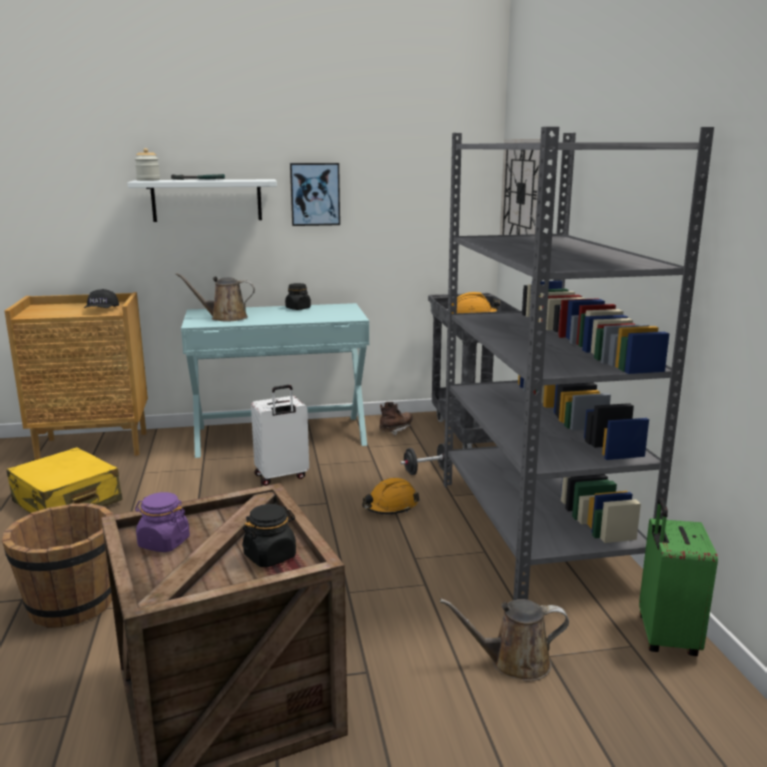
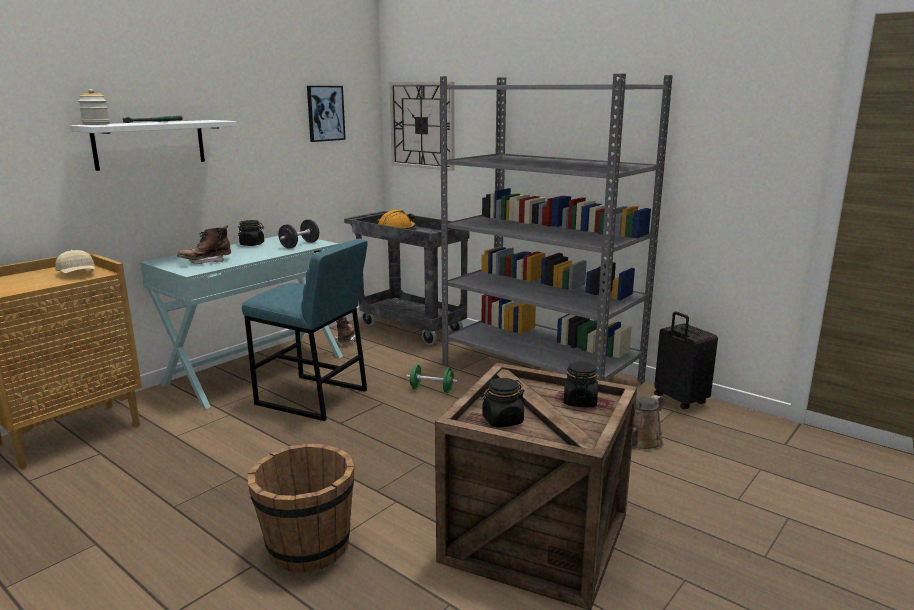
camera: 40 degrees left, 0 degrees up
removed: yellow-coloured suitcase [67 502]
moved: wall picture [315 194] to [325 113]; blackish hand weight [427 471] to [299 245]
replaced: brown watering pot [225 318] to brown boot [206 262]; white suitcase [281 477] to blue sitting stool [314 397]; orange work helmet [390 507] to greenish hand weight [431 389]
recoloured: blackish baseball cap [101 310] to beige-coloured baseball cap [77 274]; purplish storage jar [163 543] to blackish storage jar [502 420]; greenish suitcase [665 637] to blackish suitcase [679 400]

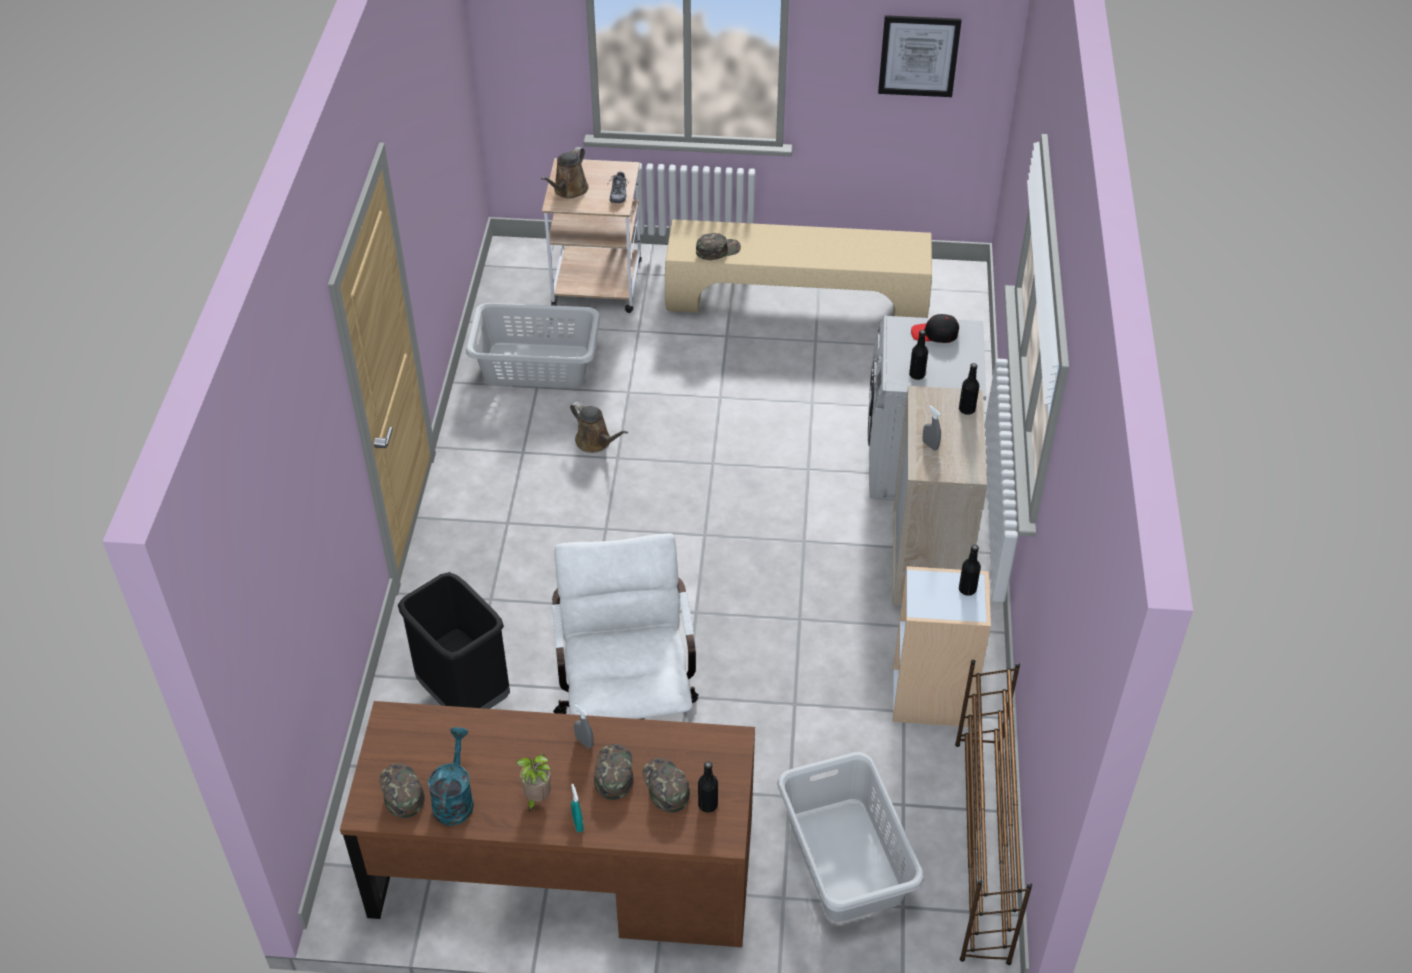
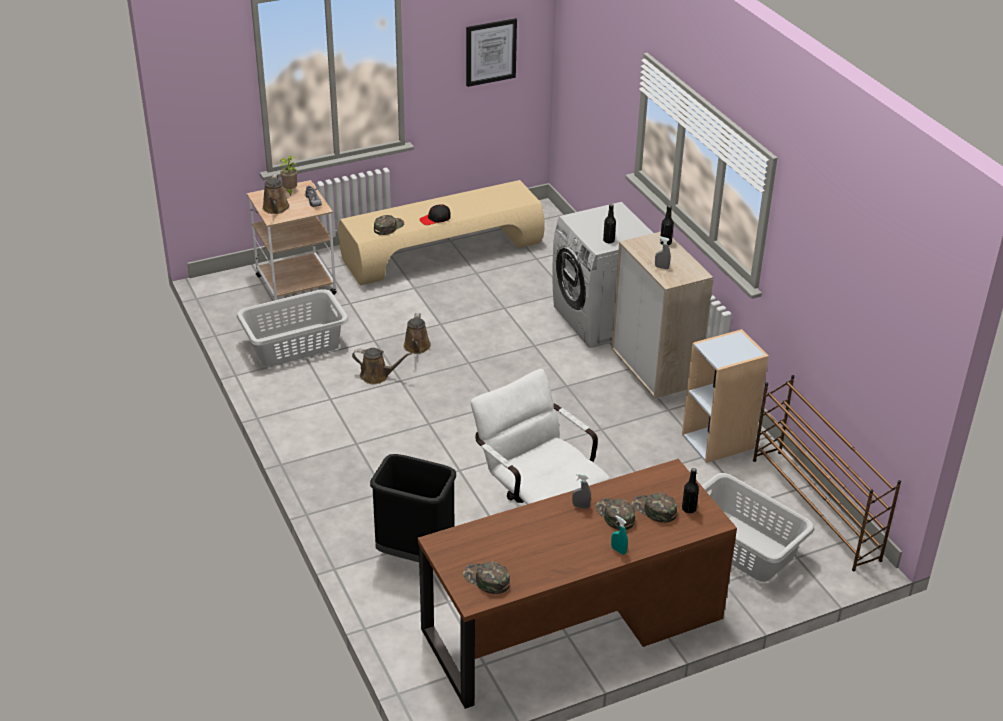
camera: 30 degrees left, 10 degrees down
removed: turquoise watering pot [454 798]; blackish bottle [967 589]
added: brown watering pot [417 347]
moved: potted plant [536 798] to [290 191]; blackish baseball cap [935 334] to [435 219]

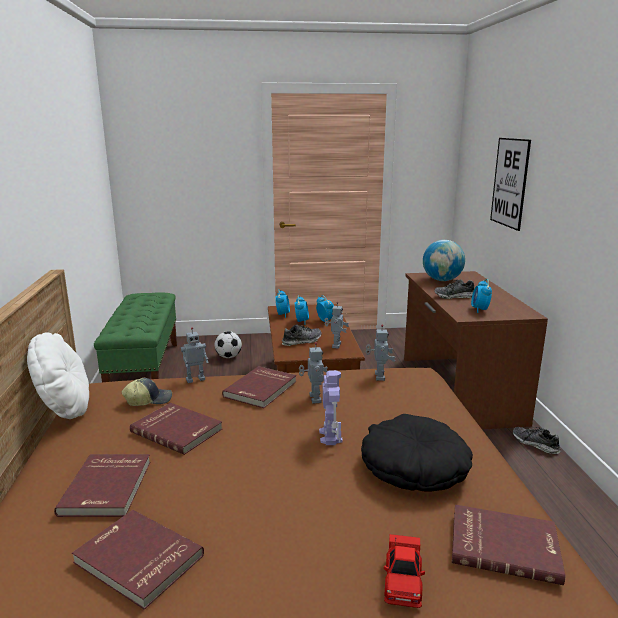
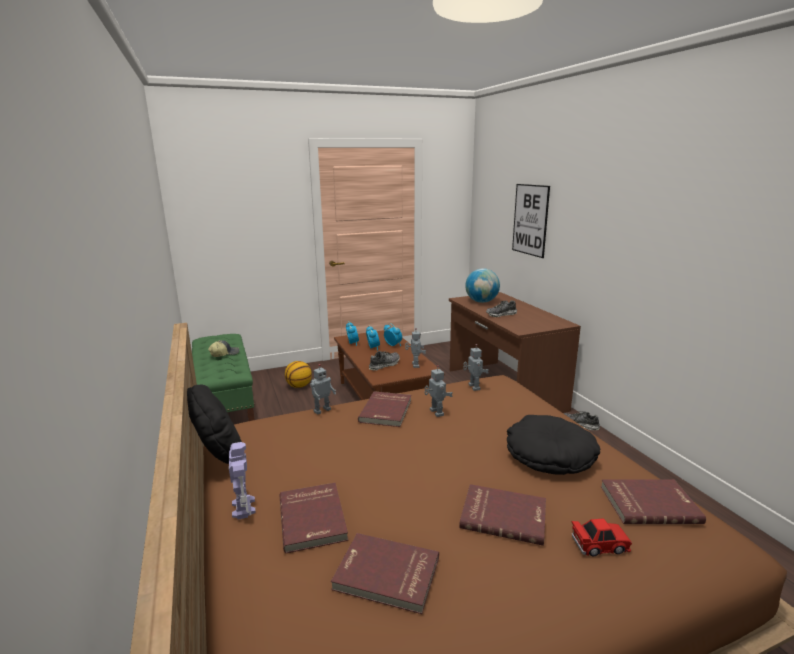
camera: 15 degrees left, 0 degrees up
removed: bedside clock [479 310]
moved: baseball cap [149 400] to [224 354]; red volume [178 430] to [503 515]; robot figure [330 435] to [243 507]
replaced: football ball [228 357] to basketball ball [299 386]
recoloured: white pillow [65 411] to blackish pillow [218 457]
turned: red model car [403 581] = [599 545] 90 degrees counterclockwise

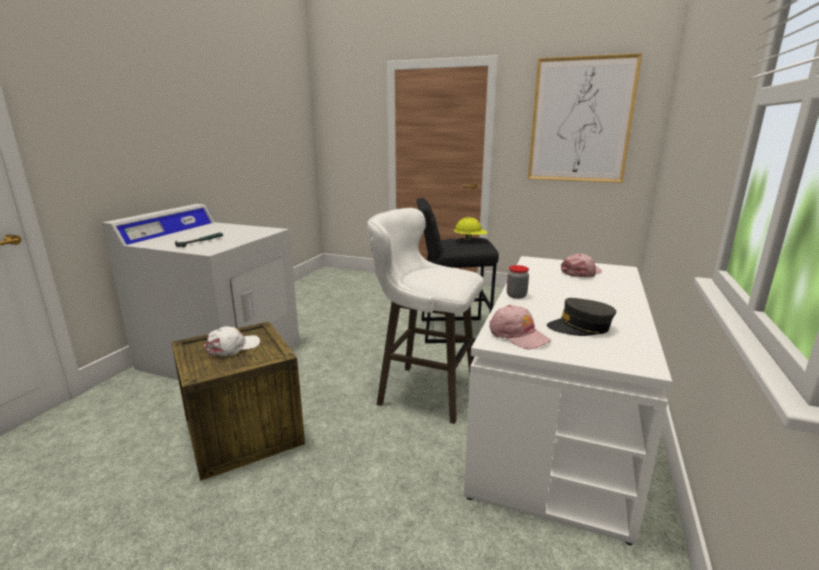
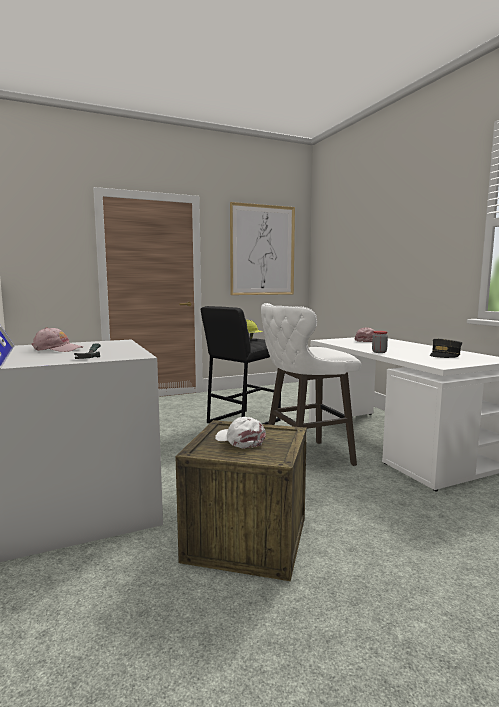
camera: 45 degrees left, 10 degrees down
moved: pink-coloured baseball cap [518 335] to [57 349]
turned: white baseball cap [233 347] = [240 440] 45 degrees counterclockwise

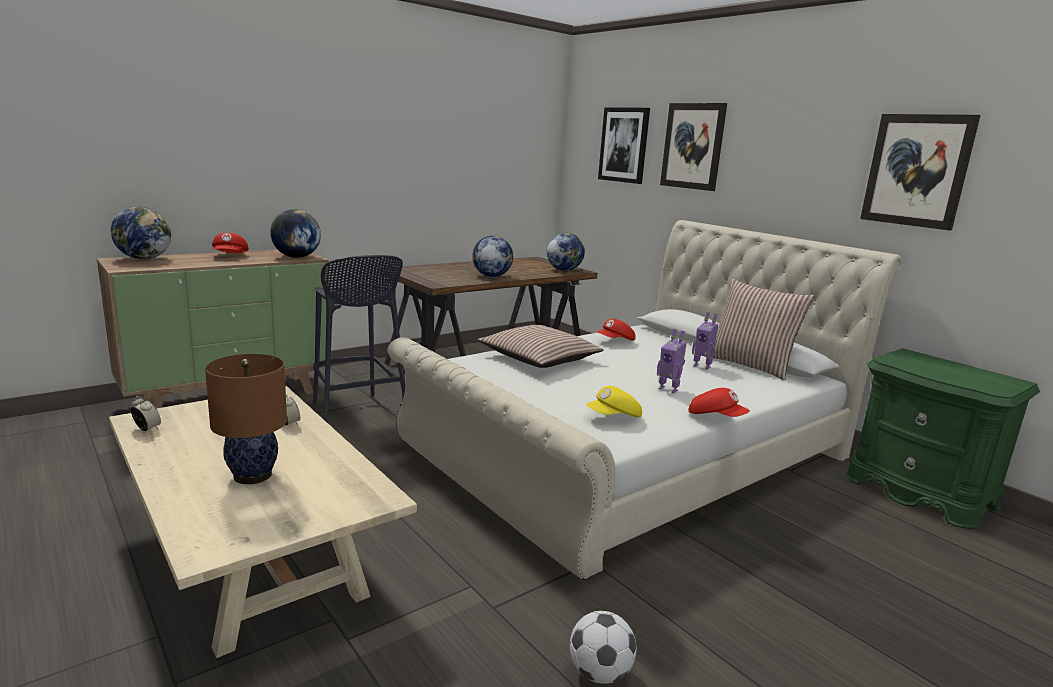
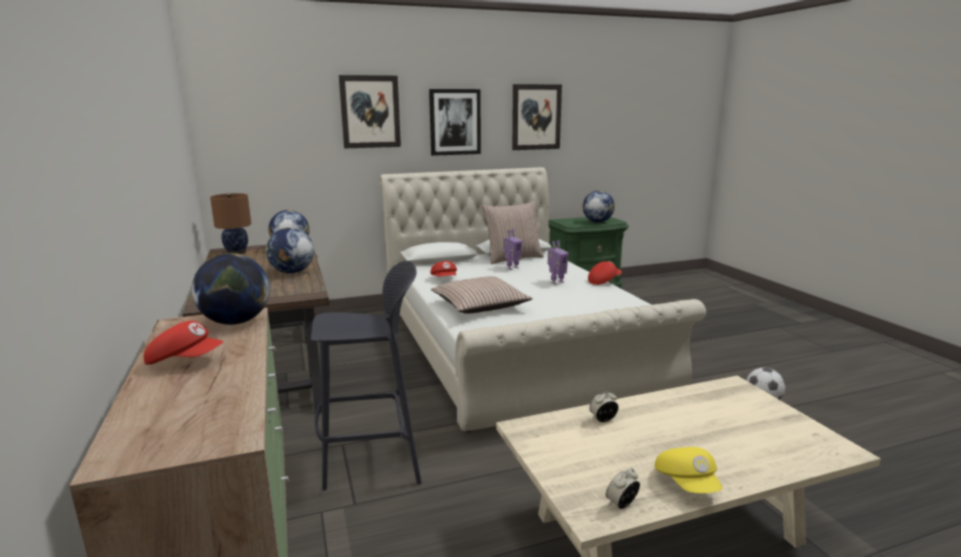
camera: 70 degrees left, 0 degrees up
moved: globe [144 258] to [597 222]; brown tabletop lamp [252 475] to [236 252]; yellow-coloured baseball cap [614 417] to [687 483]; wall picture [624 145] to [455 122]

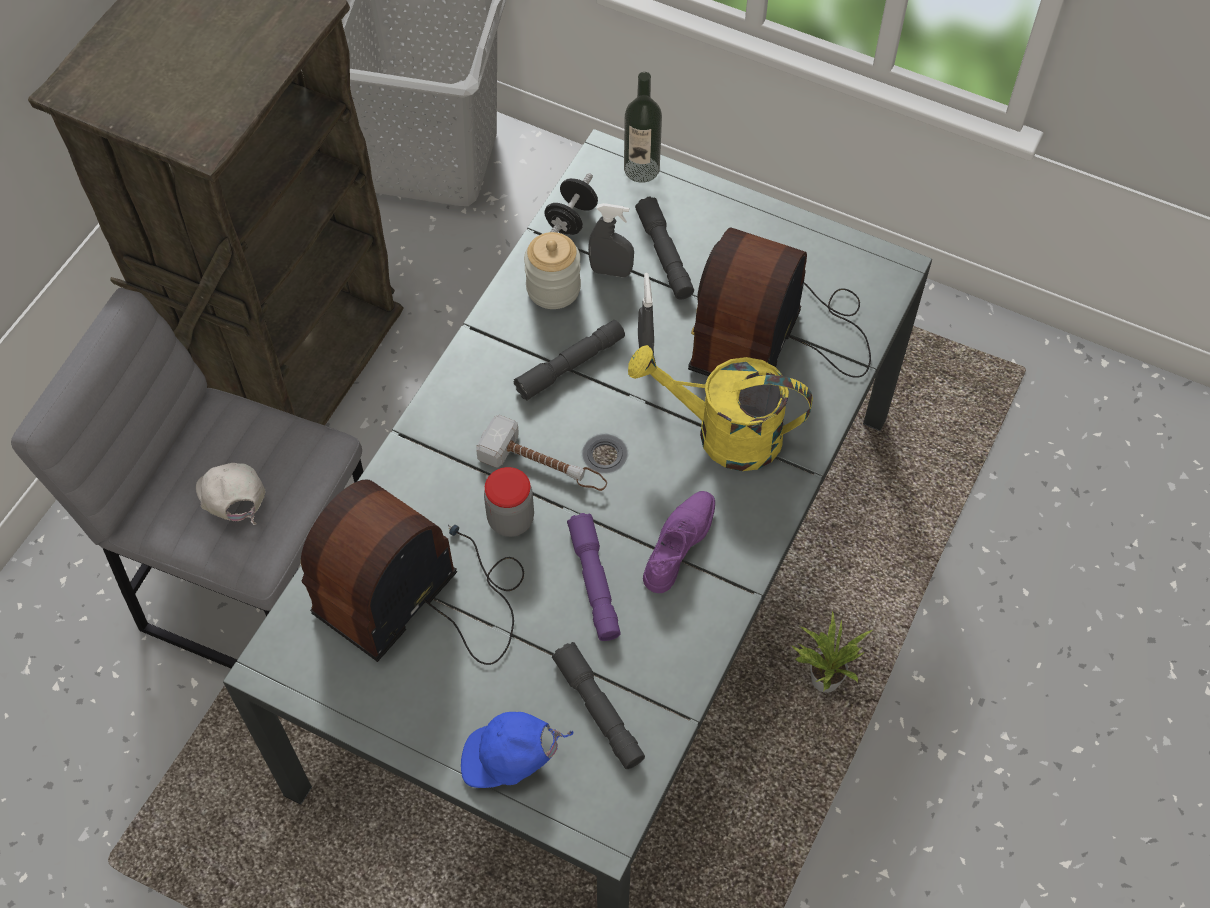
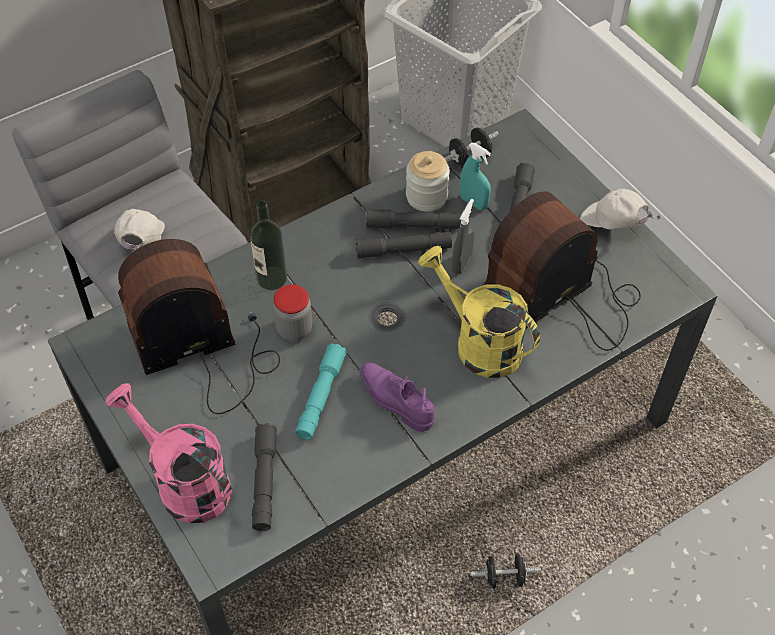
camera: 30 degrees right, 5 degrees down
removed: hand hammer [545 466]
added: greyish torch [413 225]; white baseball cap [612 225]
moved: bottle [641 169] to [272 278]
replaced: blue baseball cap [510 760] to pink-coloured watering pot [184 482]; potted plant [822 677] to blackish hand weight [504 577]
recoloured: purplish torch [594 582] to turquoise torch [321 396]; greyish hand sprayer [611 271] to turquoise hand sprayer [473 202]
turned: purplish low shoe [678 545] = [395 400] 105 degrees counterclockwise

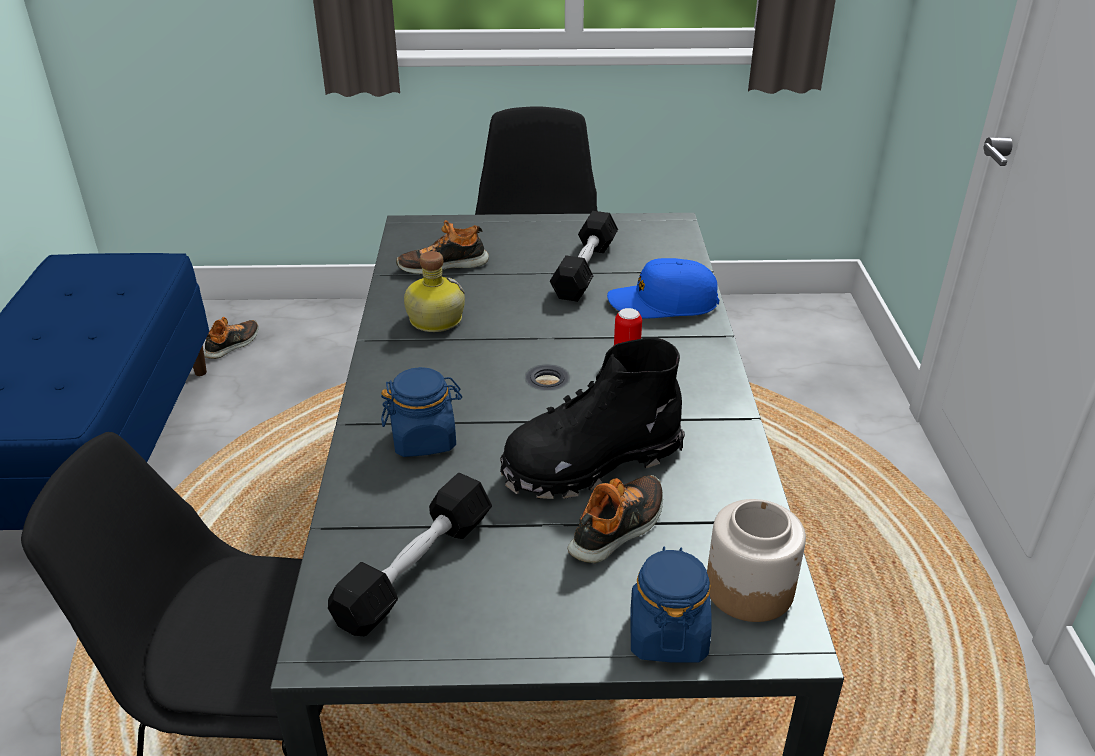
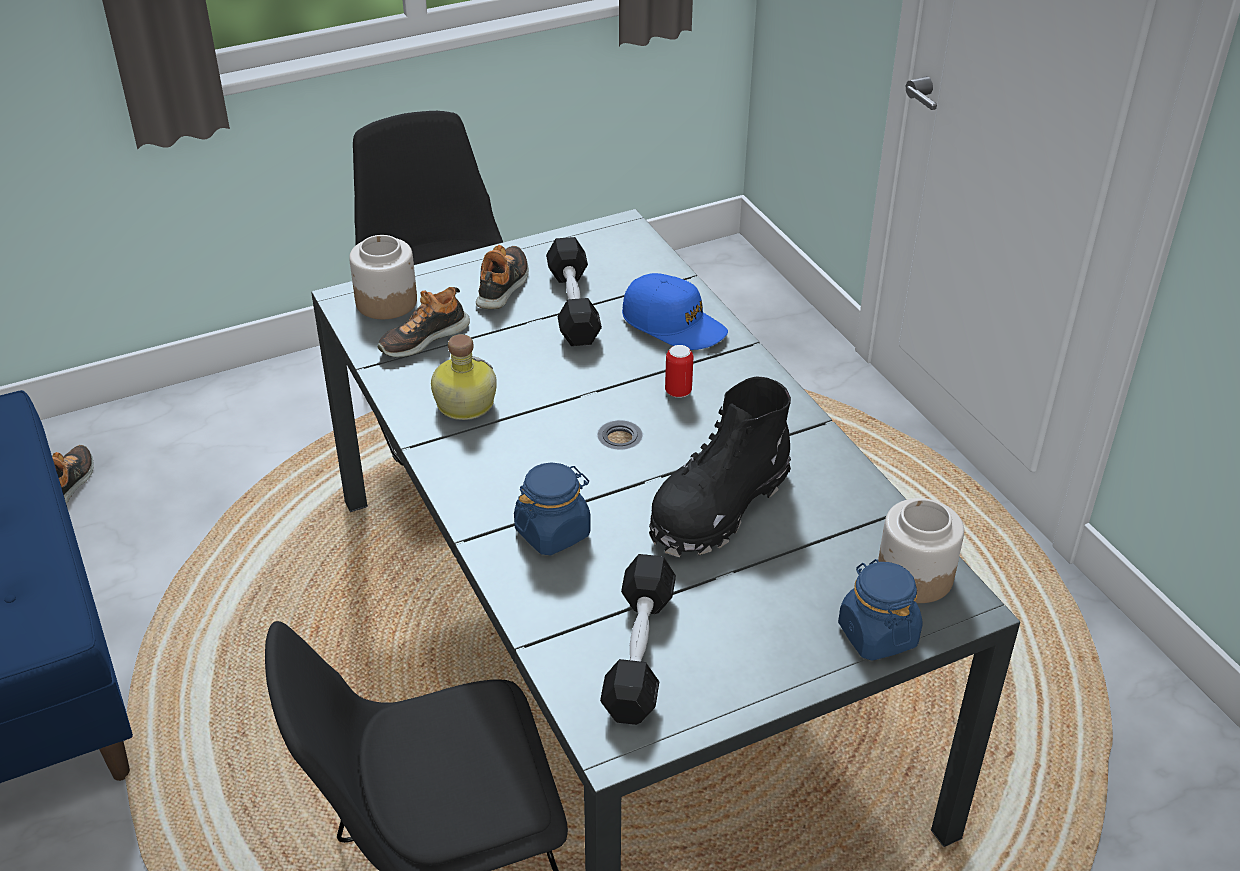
camera: 25 degrees left, 5 degrees up
added: storage jar [386 301]
moved: low shoe [619 527] to [503 285]
turned: blue baseball cap [663 303] = [674 324] 120 degrees counterclockwise

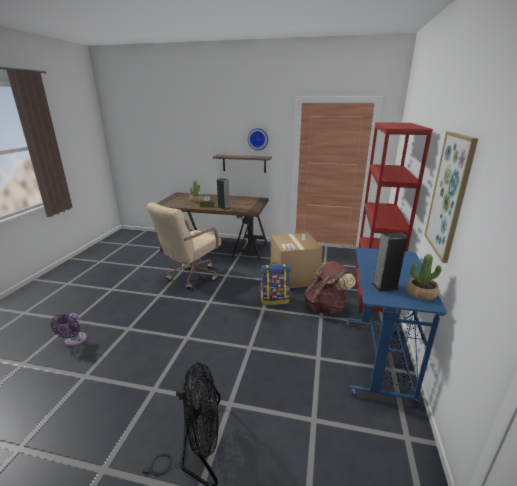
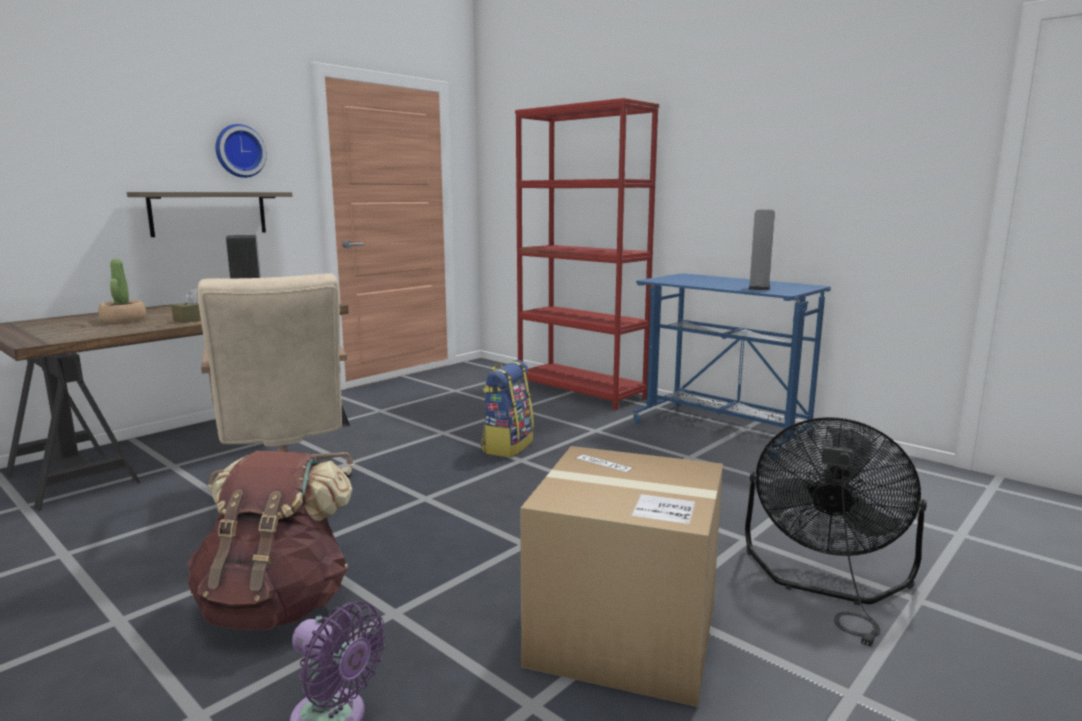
camera: 60 degrees left, 10 degrees down
removed: potted plant [420 293]; wall picture [449 195]
moved: carton [293 277] to [624 633]; brown knapsack [326 307] to [276 606]

